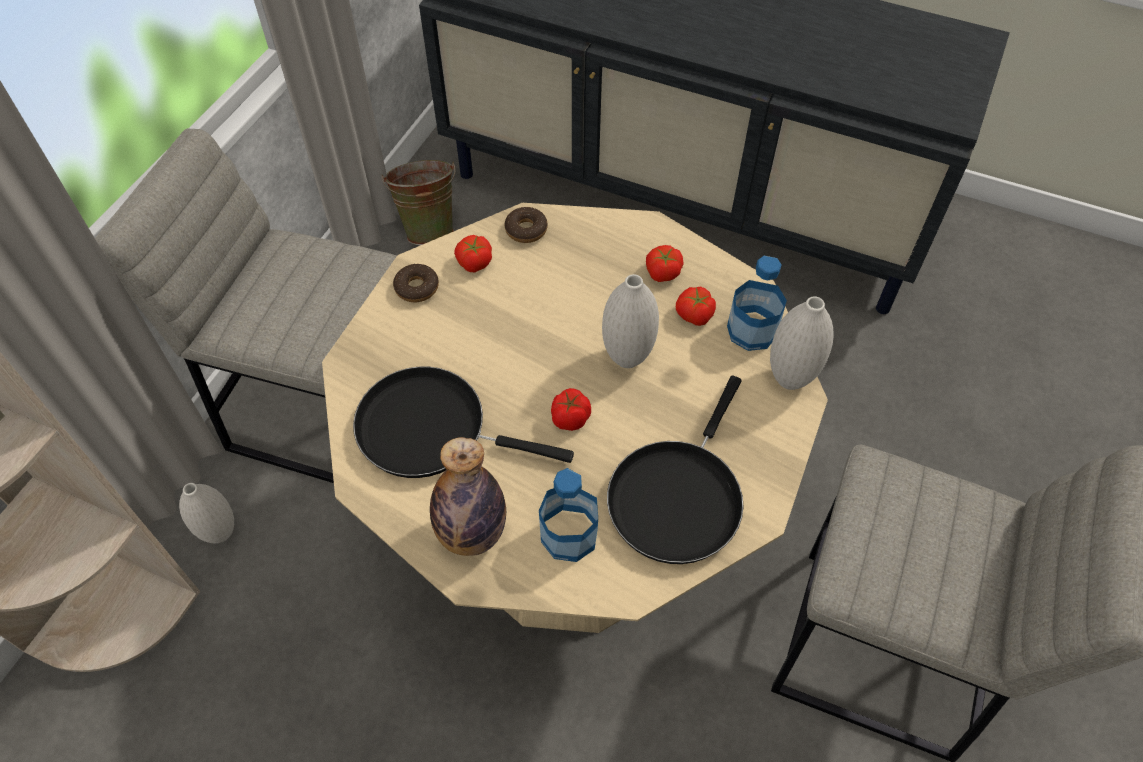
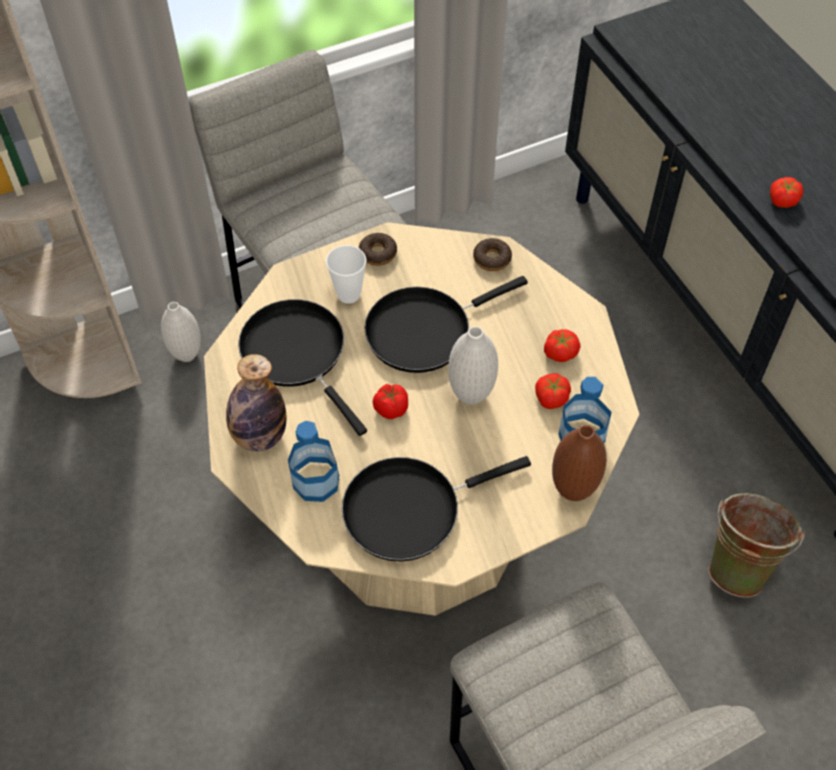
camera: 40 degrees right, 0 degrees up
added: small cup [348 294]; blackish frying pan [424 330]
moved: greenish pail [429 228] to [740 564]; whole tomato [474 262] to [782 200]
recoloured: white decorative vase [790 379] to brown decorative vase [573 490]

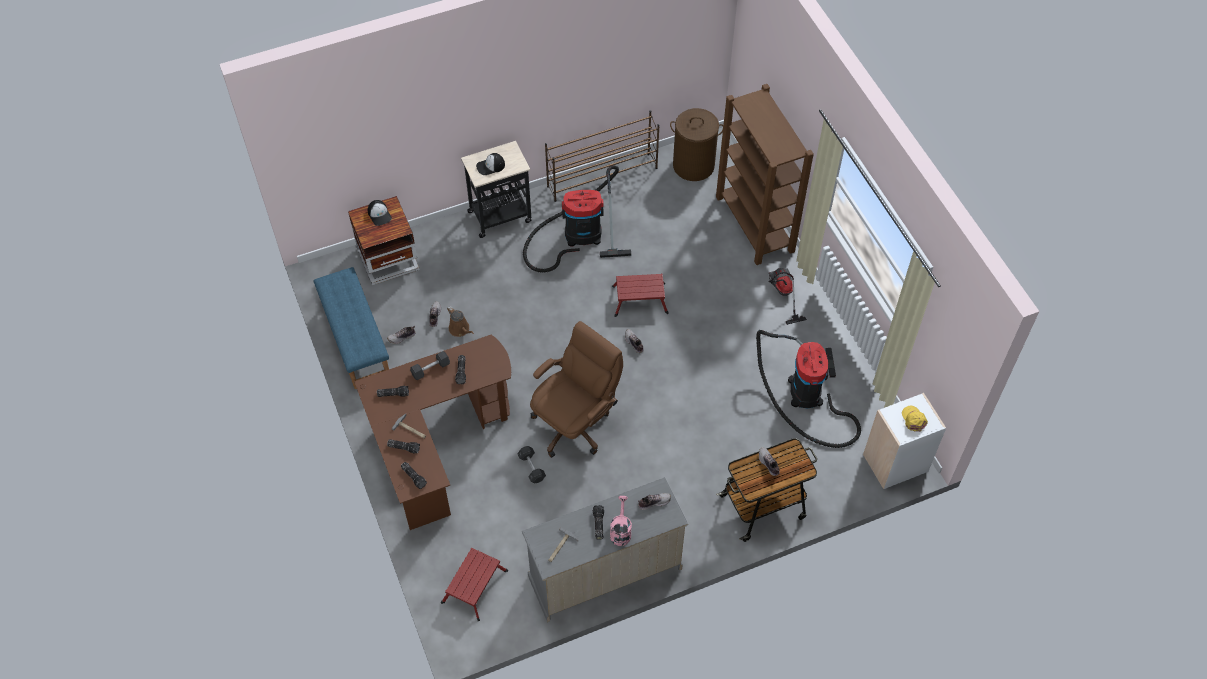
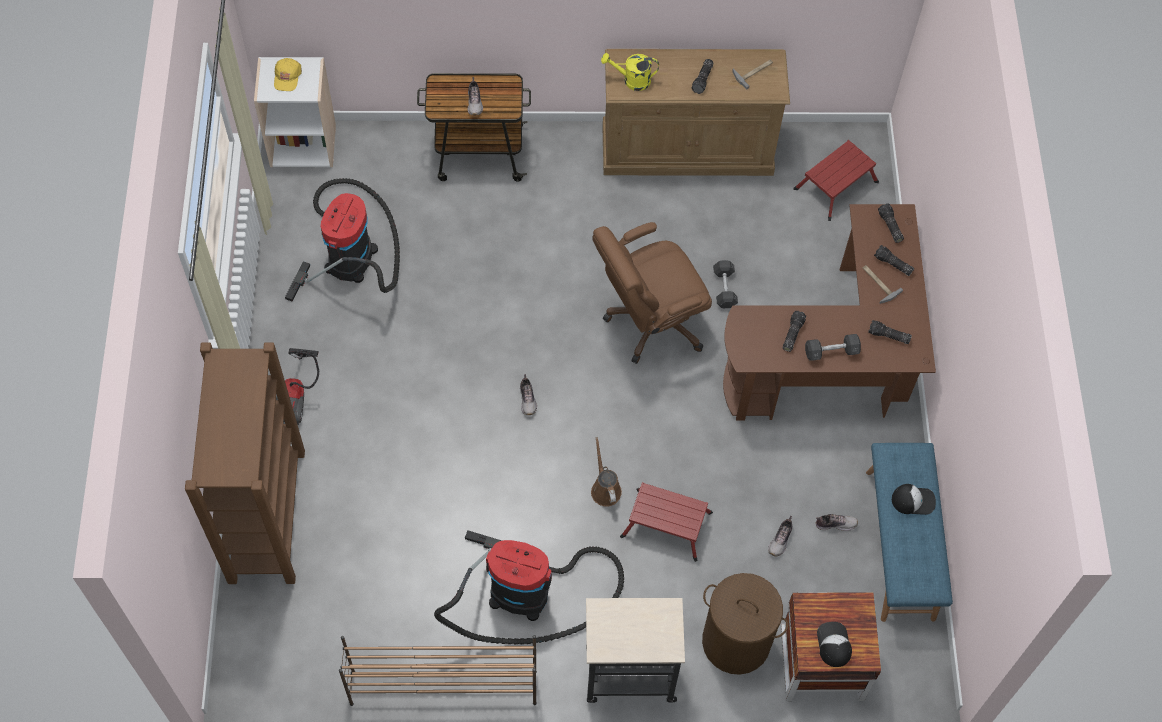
camera: 160 degrees left, 5 degrees up
removed: pink-coloured watering pot [620 531]
moved: brown watering pot [460 329] to [605 489]; baseball cap [490 166] to [913 500]; red stepladder [640 299] to [666 524]; brown washing basket [693 165] to [735 642]
replaced: low shoe [653 502] to yellow-coloured watering pot [631 80]
recoloured: greyish storage cabinet [603 572] to brown storage cabinet [688 150]

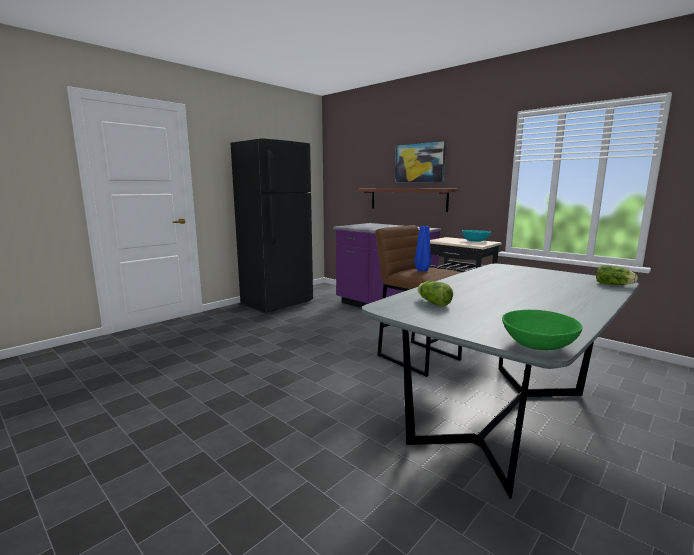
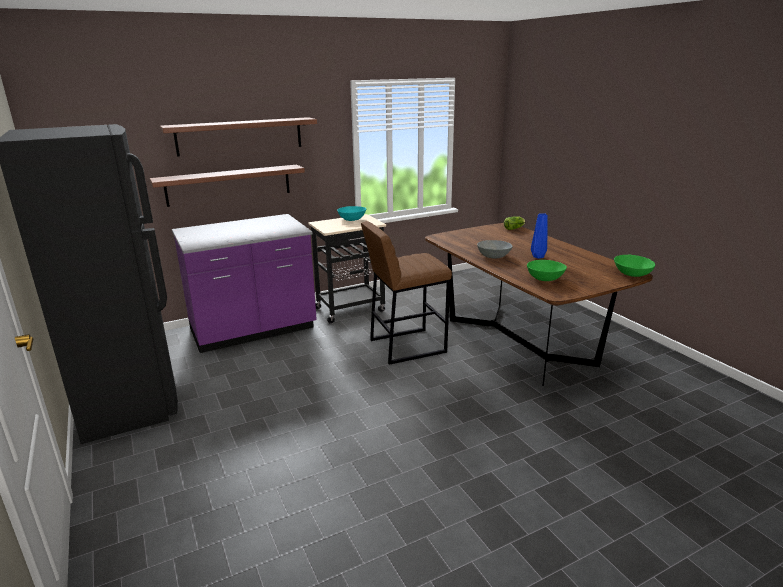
camera: 70 degrees left, 10 degrees up
added: greyish serving bowl [494 256]
moved: blue decorative vase [422 270] to [538 257]
replaced: wall picture [419 163] to bracket shelf [240 136]; lettuce head [432 302] to greenish serving bowl [545 278]
recoloured: greyish kitchen table [502 417] to brown kitchen table [518 342]

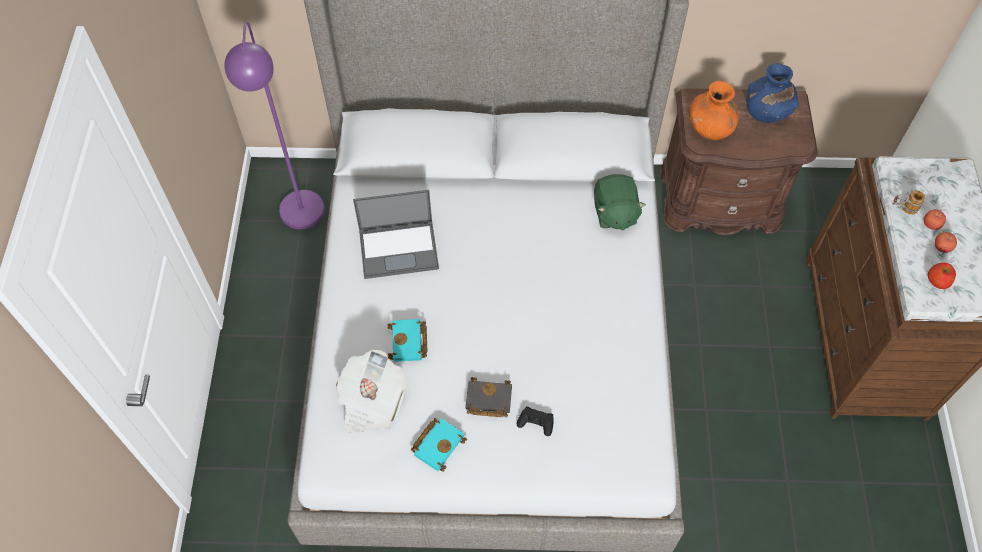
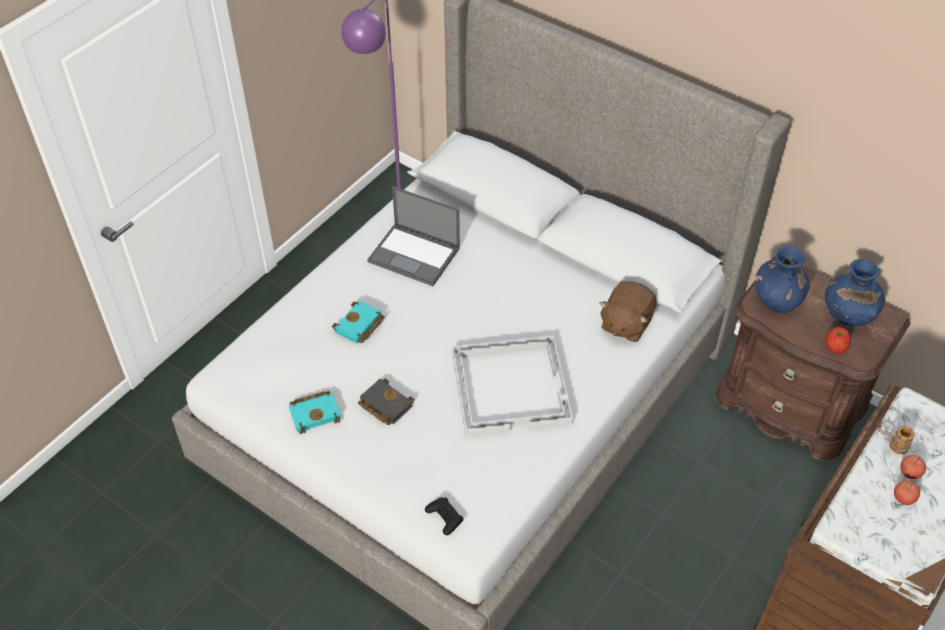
camera: 35 degrees right, 10 degrees down
removed: daily paper [371 402]
added: white tray [511 386]
moved: blackish joypad [536 422] to [444 517]; whole apple [937 280] to [835 346]
recoloured: greenish cuddly toy [614 213] to brown cuddly toy [625 324]; orange decorative vase [710 129] to blue decorative vase [777 300]

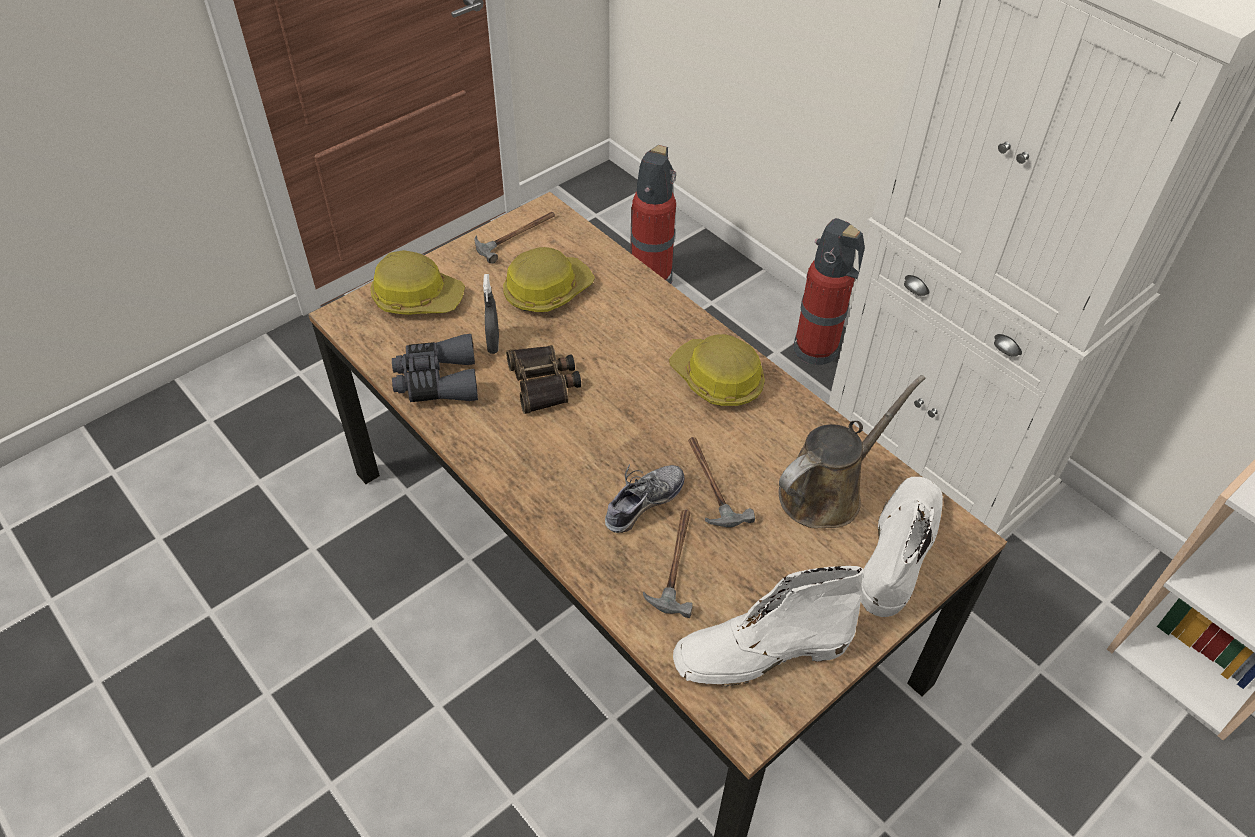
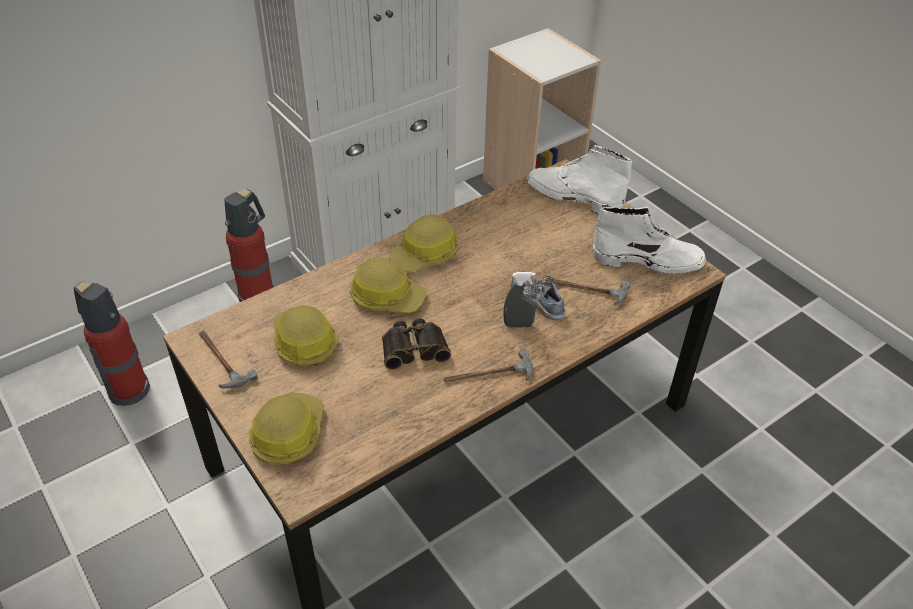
camera: 85 degrees left, 5 degrees down
removed: greyish binoculars [437 381]; brown watering pot [826 492]
added: work helmet [386 296]
moved: greyish hand sprayer [493 343] to [518 325]; hand hammer [710 483] to [488 375]
turned: white boot [760 652] = [648 261] 75 degrees counterclockwise

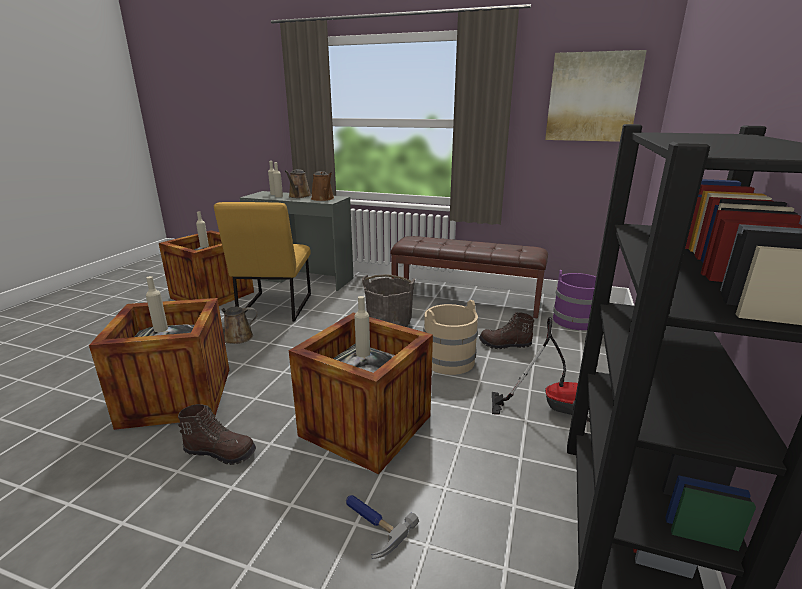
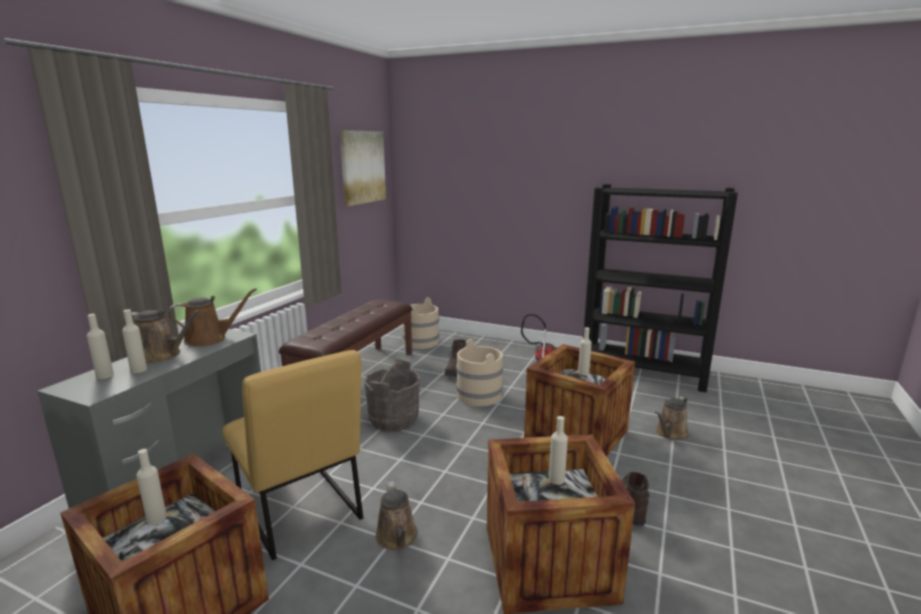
camera: 85 degrees left, 5 degrees down
replaced: hand hammer [372 524] to brown watering pot [670 434]
recoloured: purplish pail [575 320] to beige-coloured pail [421 342]
turned: yellow-coloured chair [274 307] = [299 510] 45 degrees clockwise

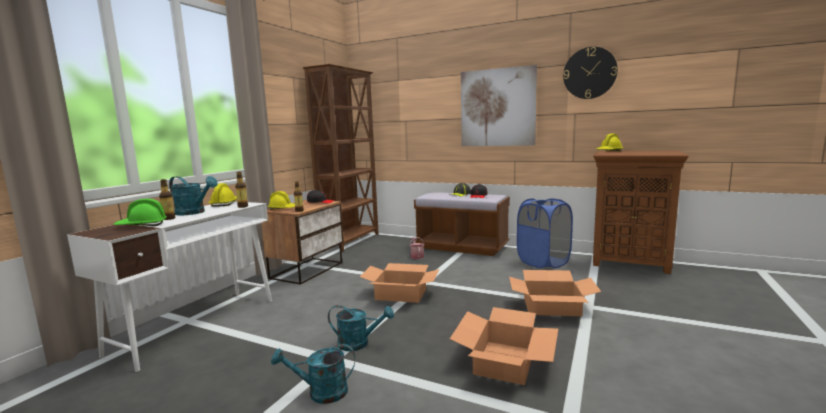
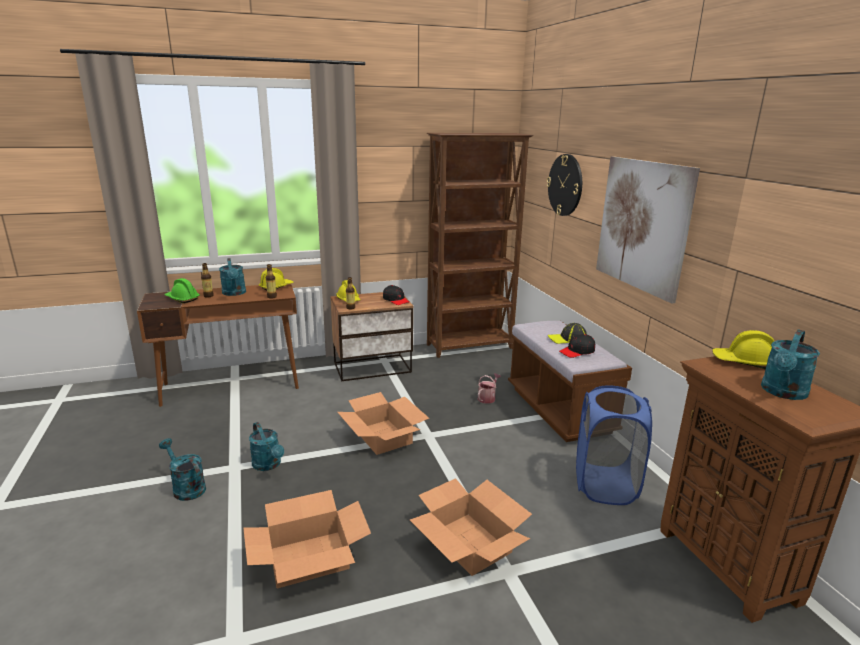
camera: 45 degrees right, 10 degrees up
added: turquoise watering pot [783 393]
moved: clock on the wall [589 73] to [565 185]
recoloured: white desk table [197 325] to brown desk table [232 386]

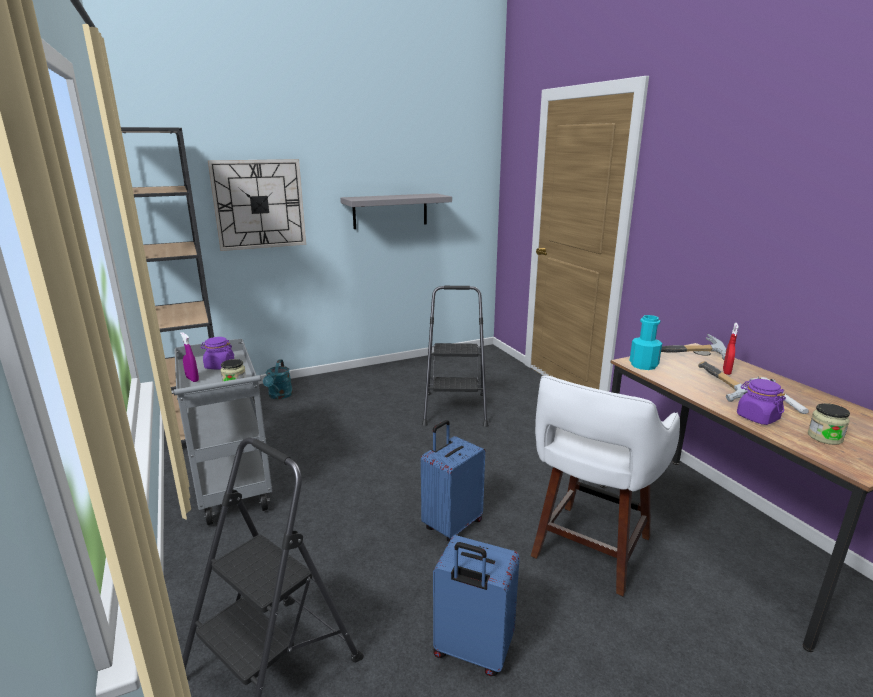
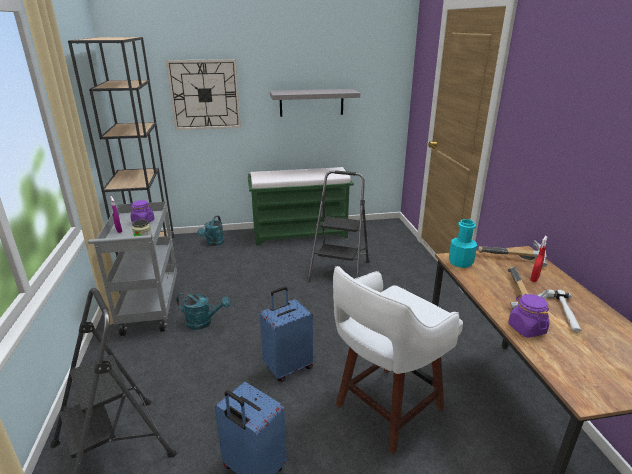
camera: 15 degrees right, 5 degrees up
removed: storage jar [825 437]
added: turquoise watering pot [203 322]; greenish bench [301 234]

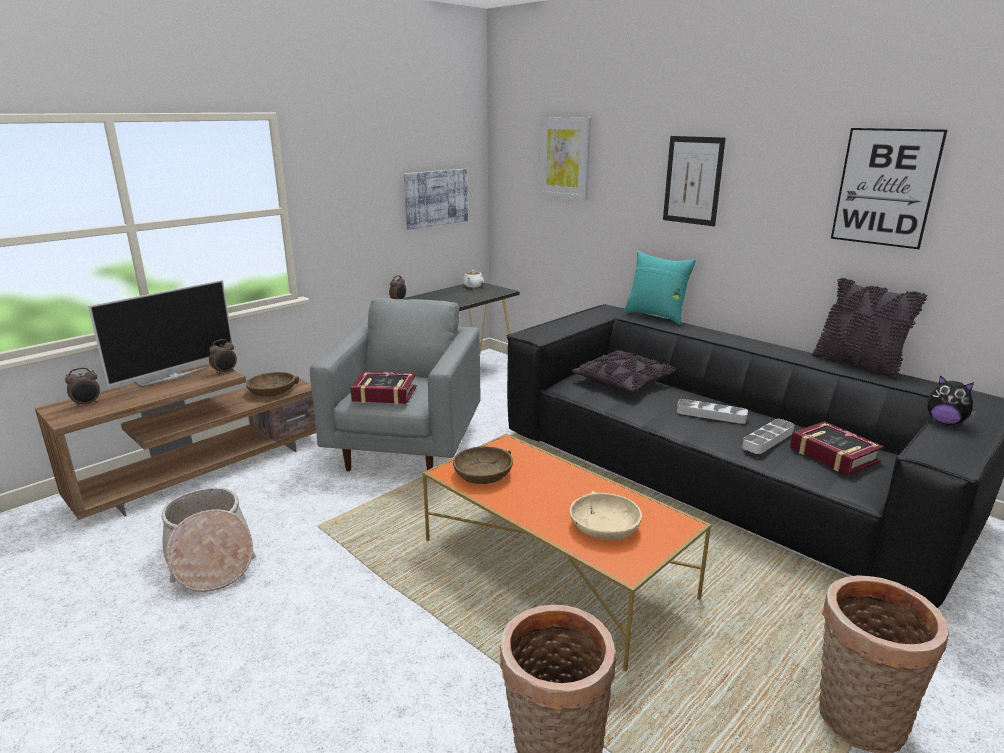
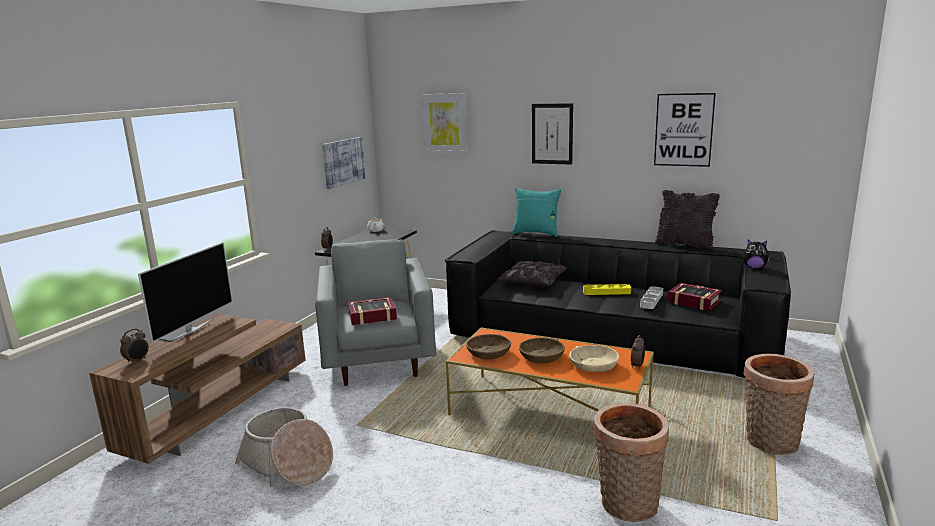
camera: 20 degrees left, 5 degrees down
moved: bedside clock [225 372] to [637 366]; brown serving bowl [272 391] to [541 357]
recoloured: greyish tray [711 415] to yellow-coloured tray [606 292]

